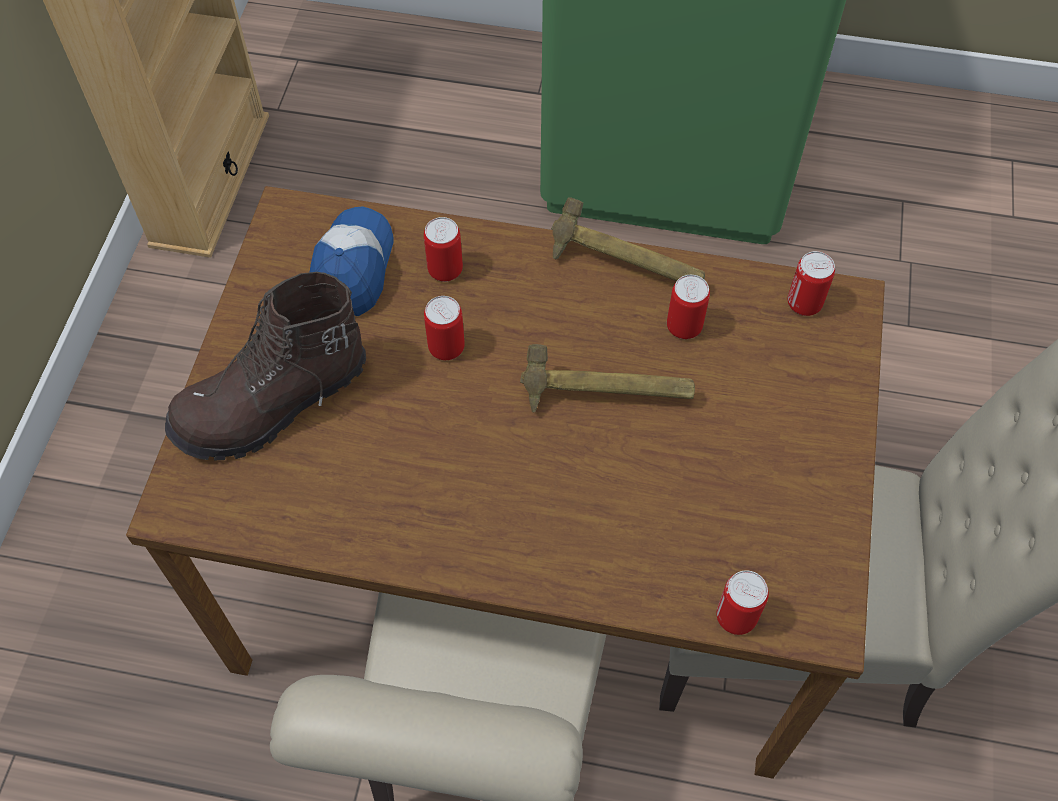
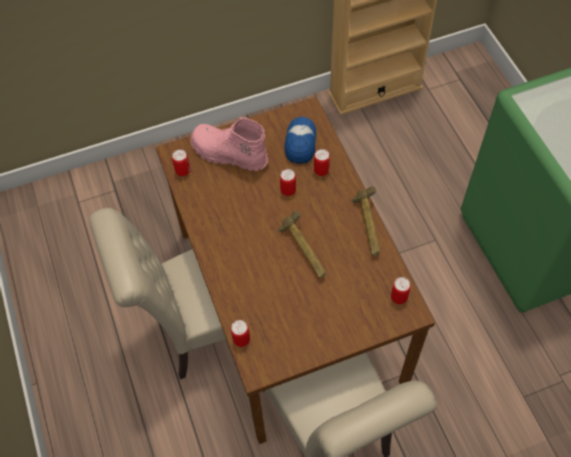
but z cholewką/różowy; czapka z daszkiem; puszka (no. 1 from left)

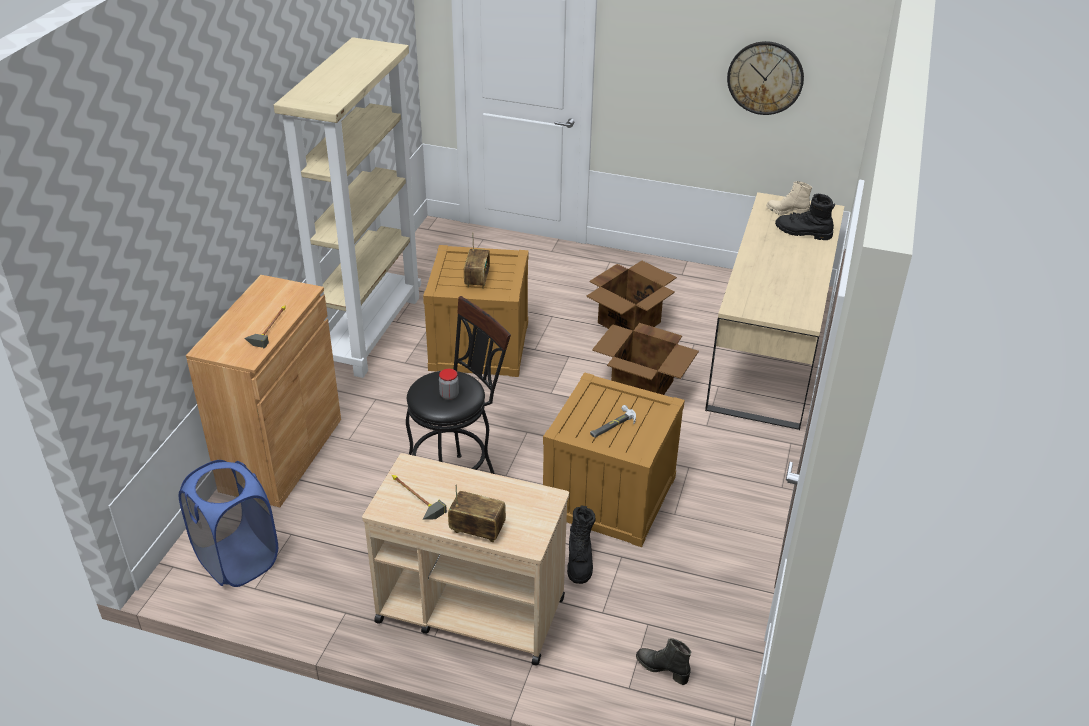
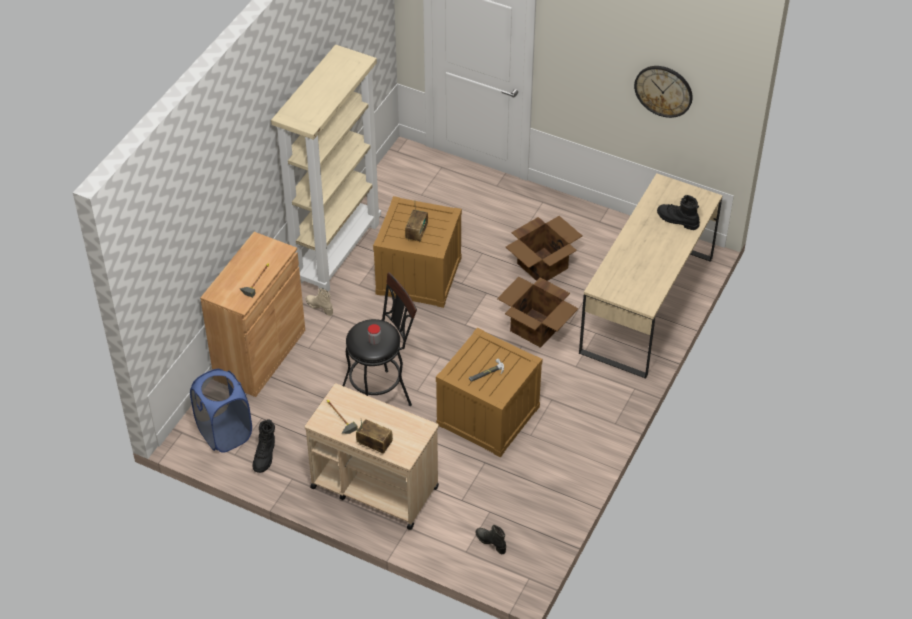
but z cholewką/czarny (no. 1 from left); but z cholewką/beżowy

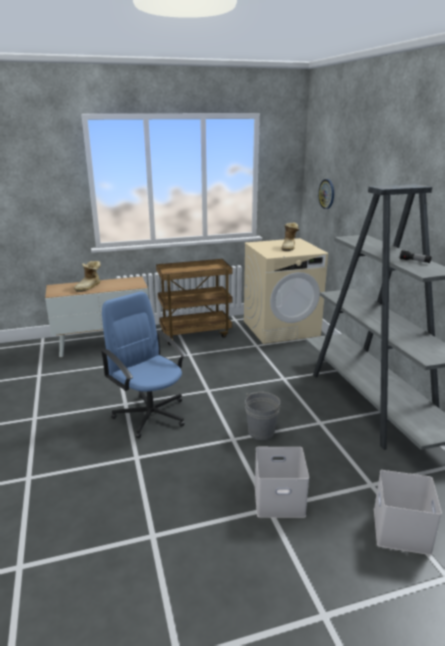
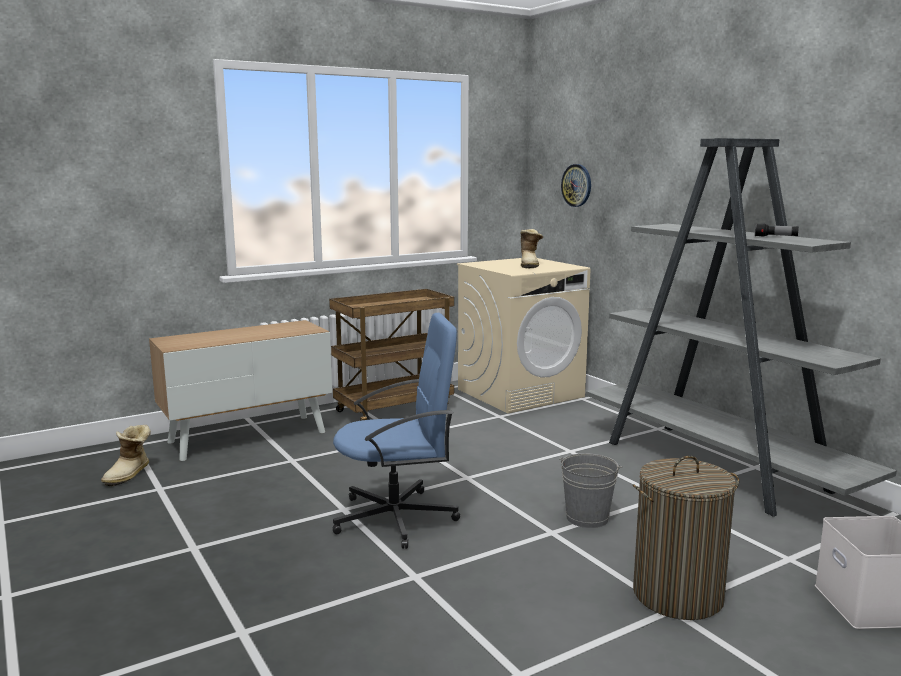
but z cholewką (no. 1 from left); krzesło biurowe/niebieski; kosz na pranie

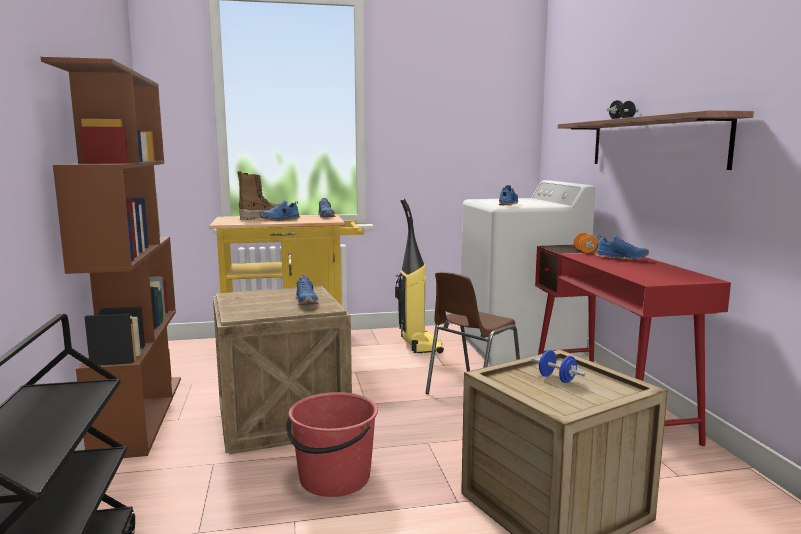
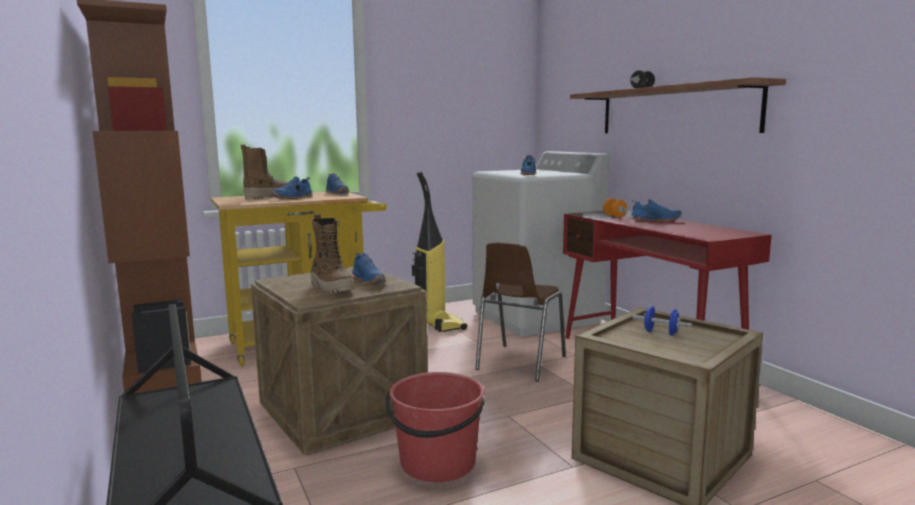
but z cholewką (no. 2 from left)

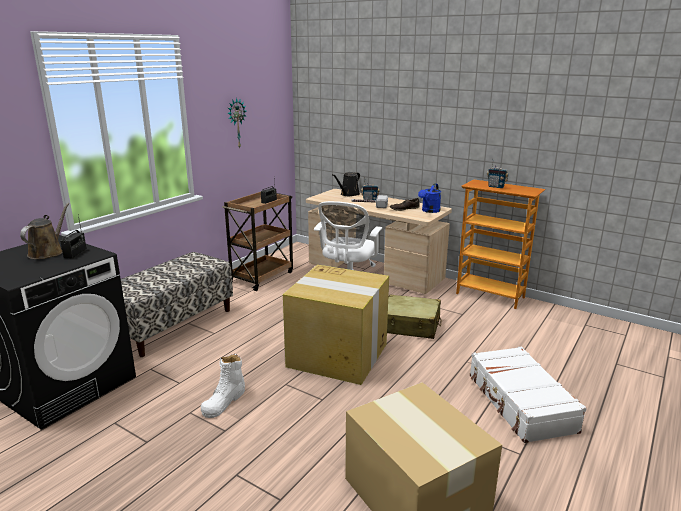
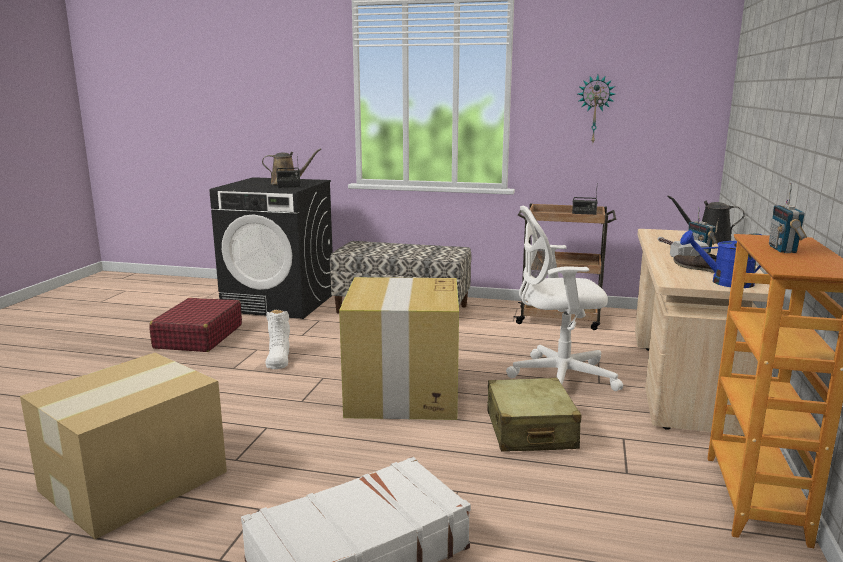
but z cholewką/biały; walizka/czerwony

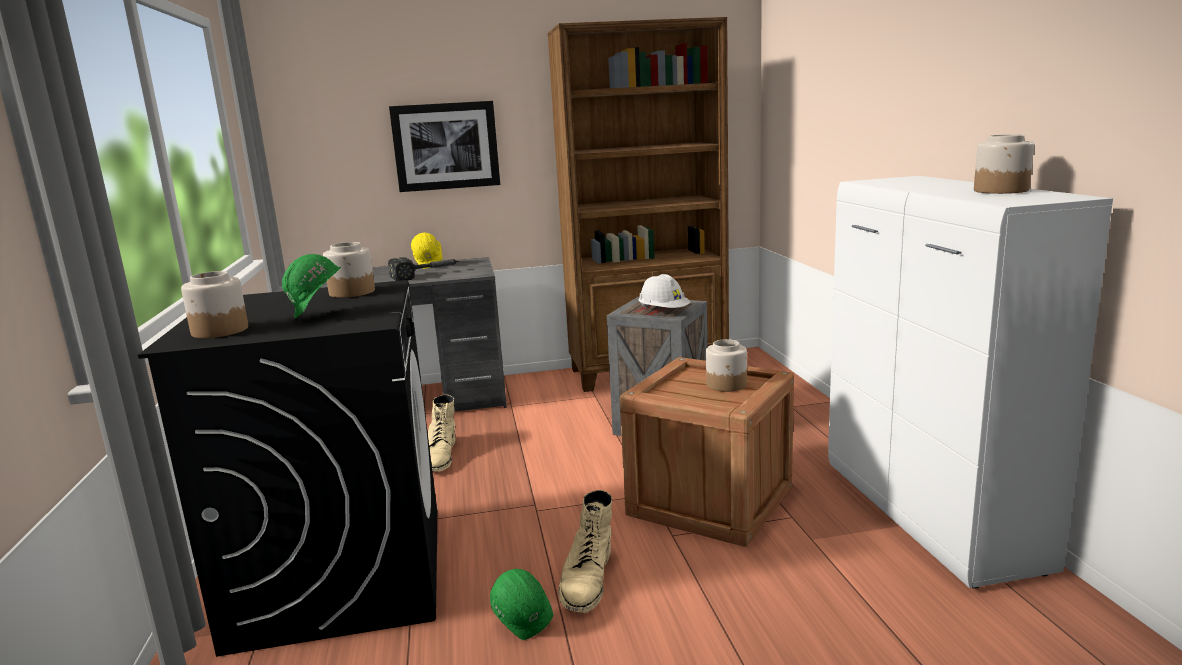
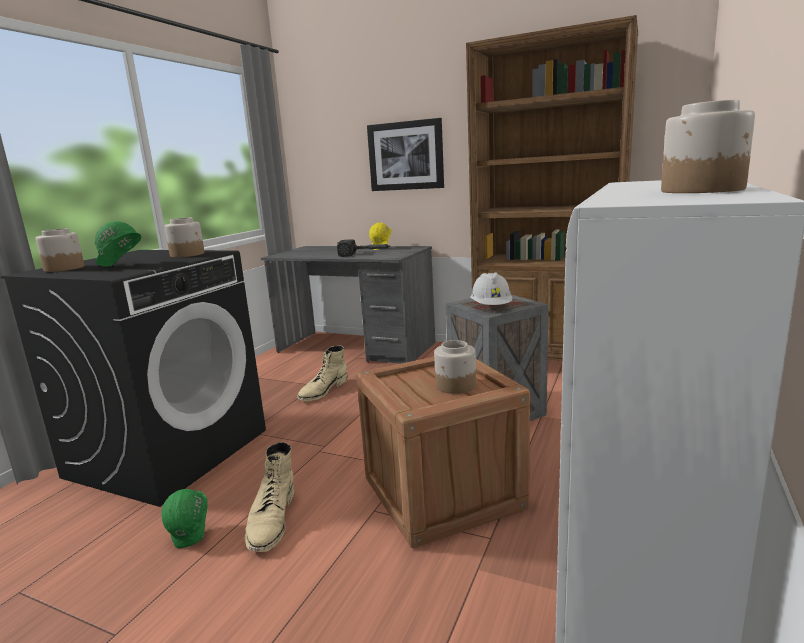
but z cholewką/beżowy (no. 1 from left)

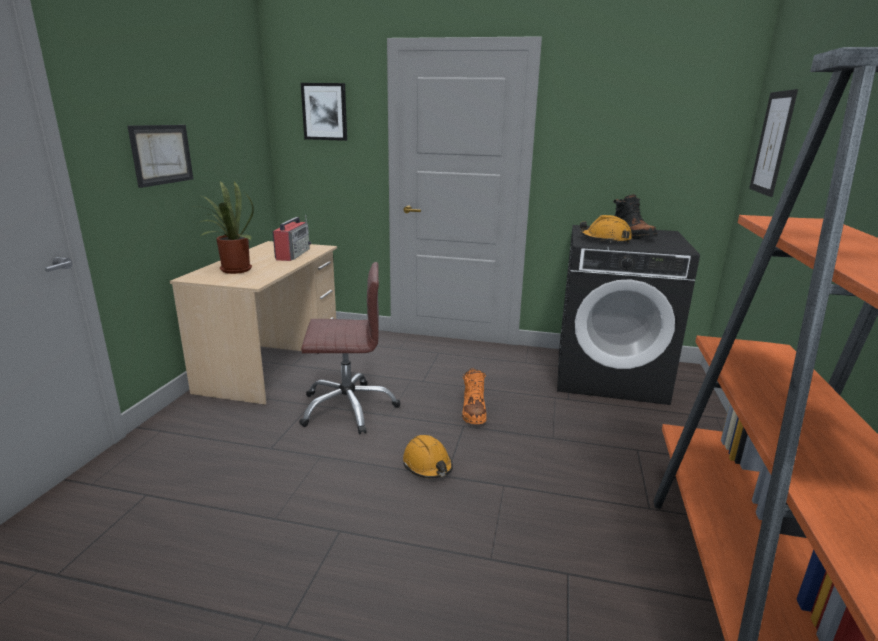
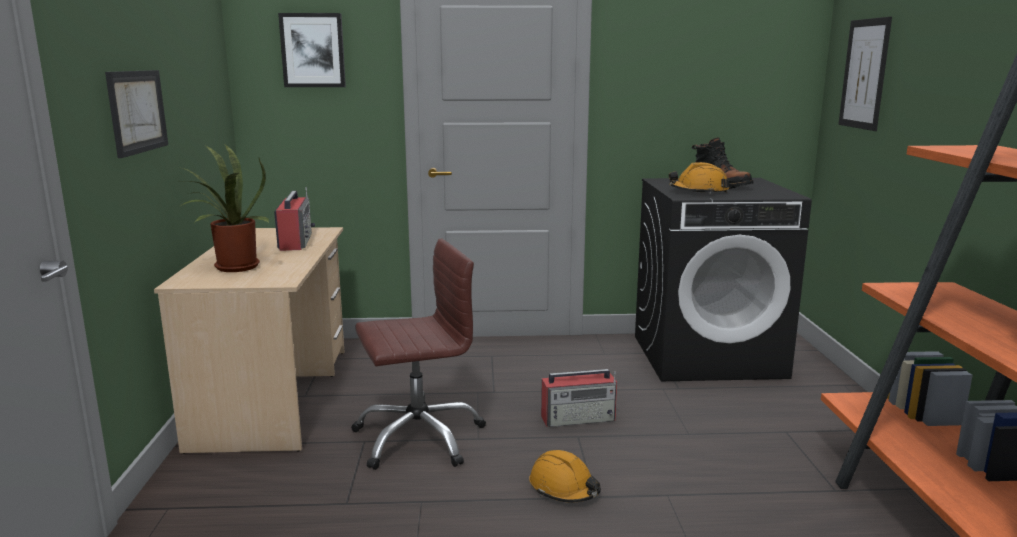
radio (no. 2 from left)

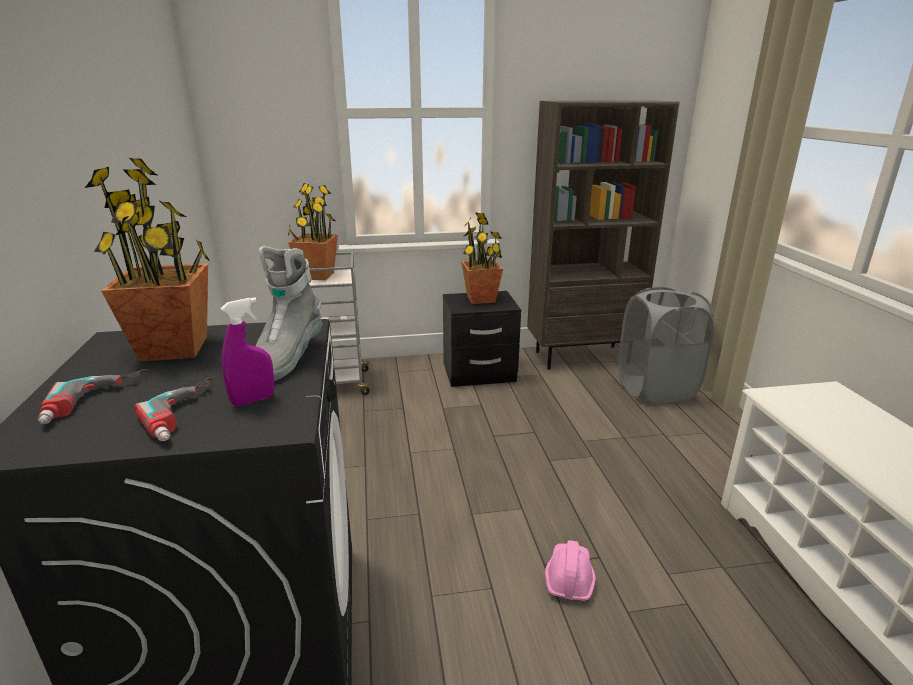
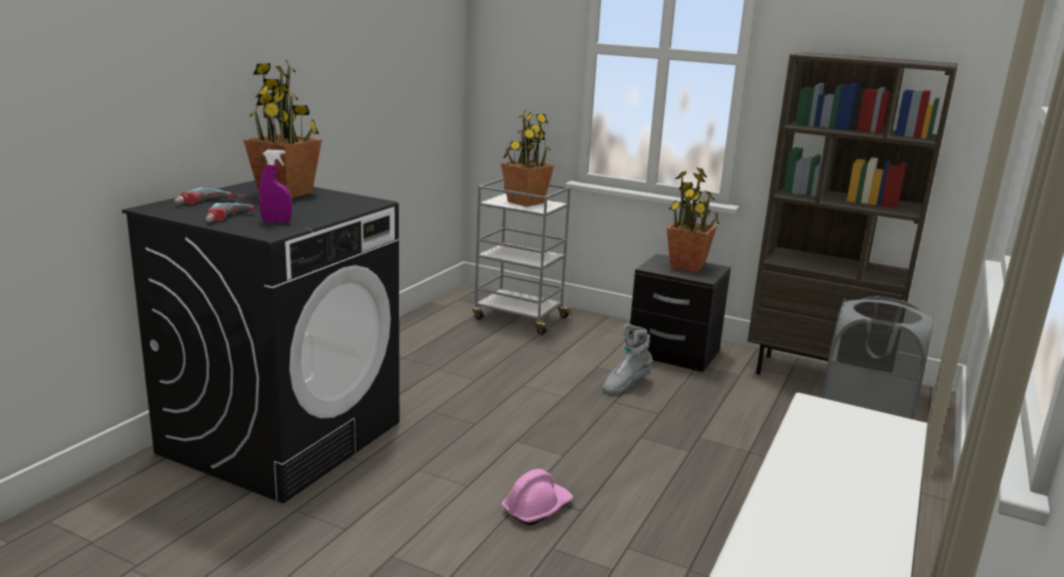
but z cholewką/szary

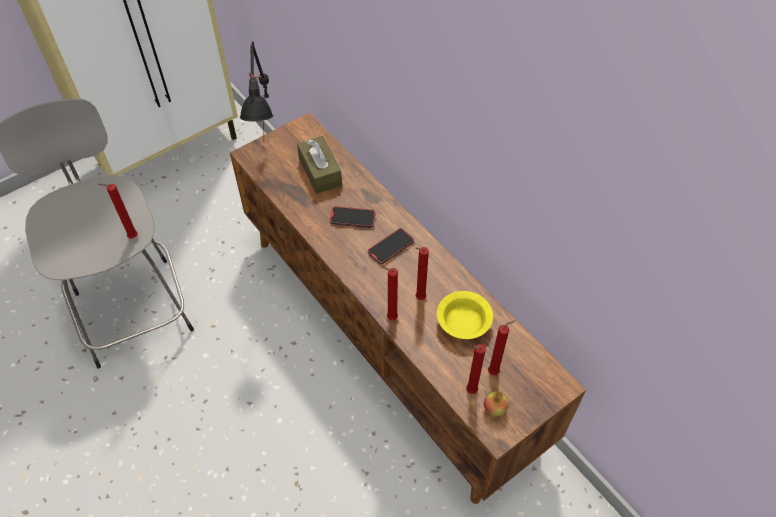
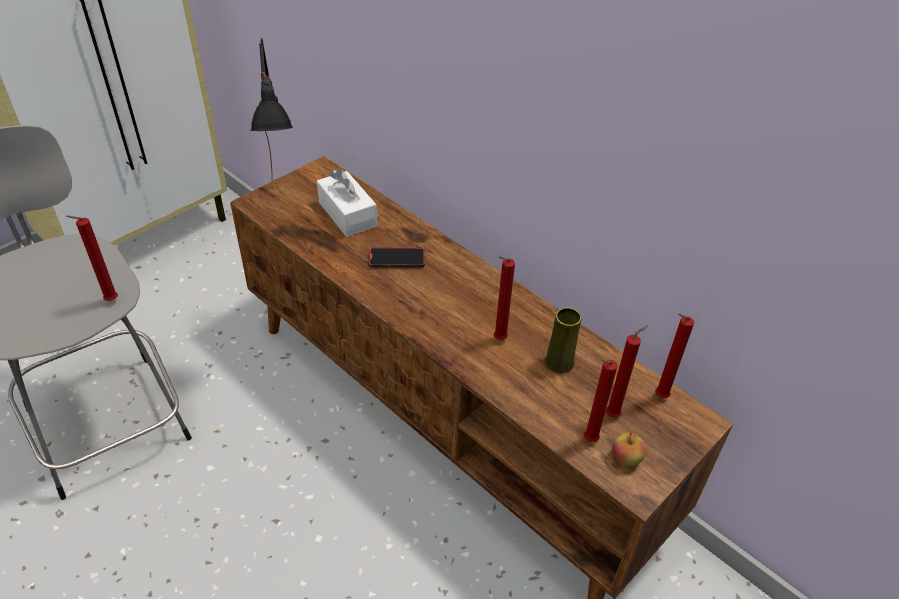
pudełko chusteczek/biały; telefon (no. 2 from left in the first image); świeca/czerwony (no. 5 from left); wazon/żółty

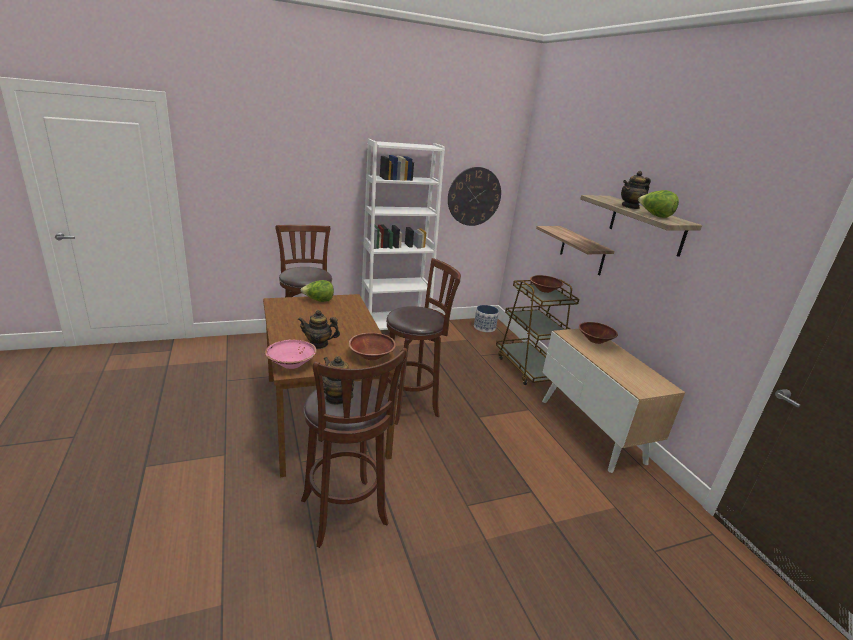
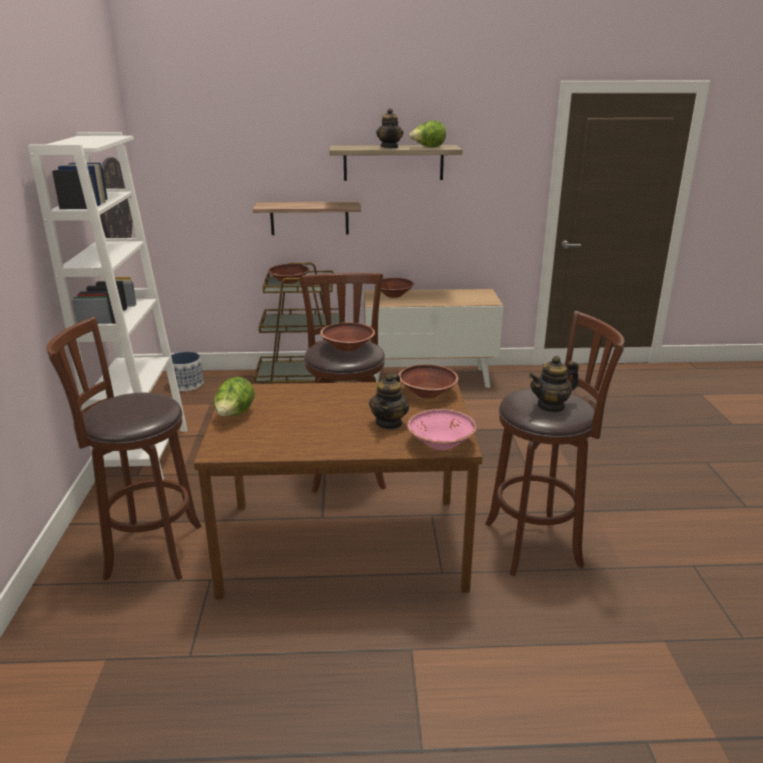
miska/brązowy (no. 2 from left)

